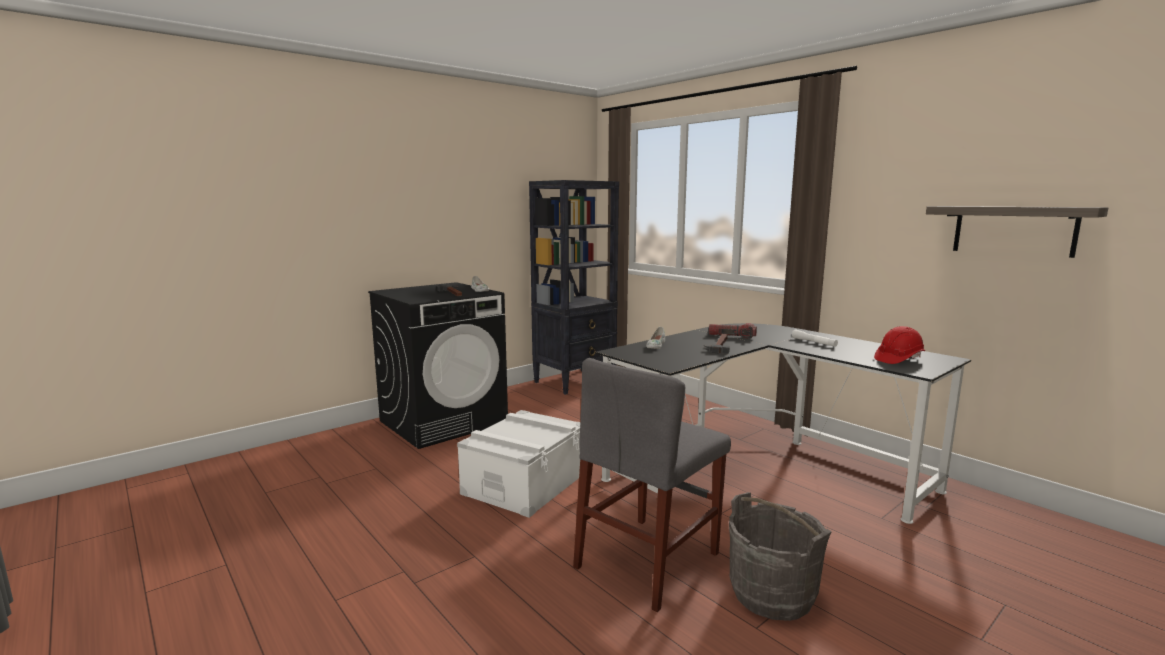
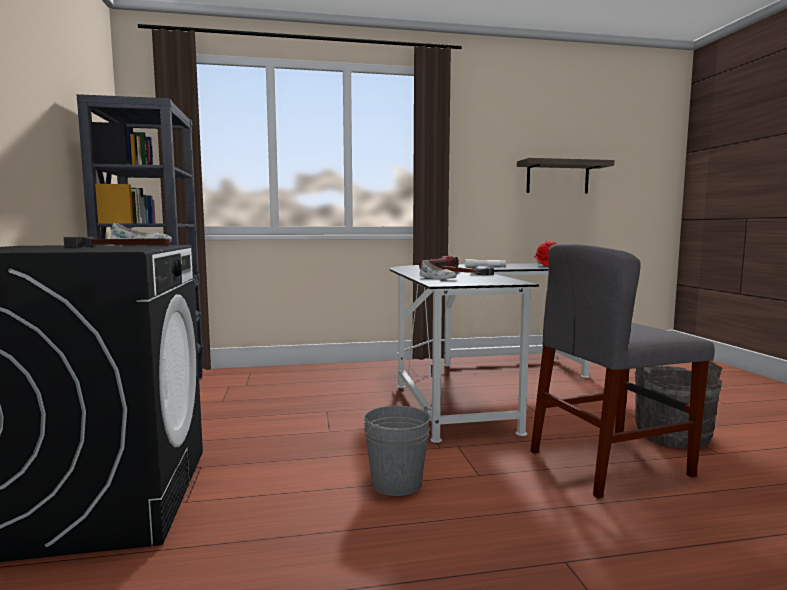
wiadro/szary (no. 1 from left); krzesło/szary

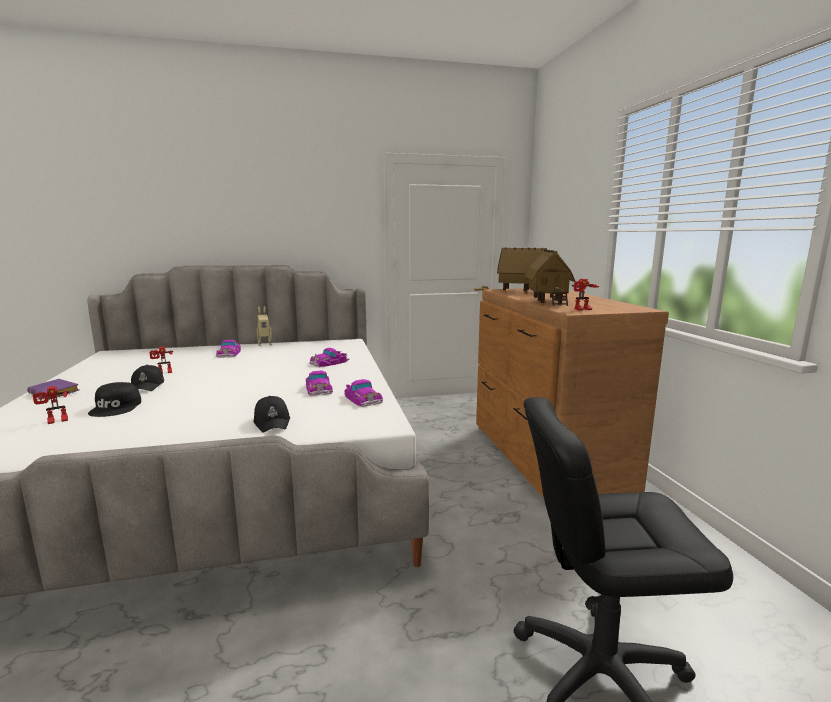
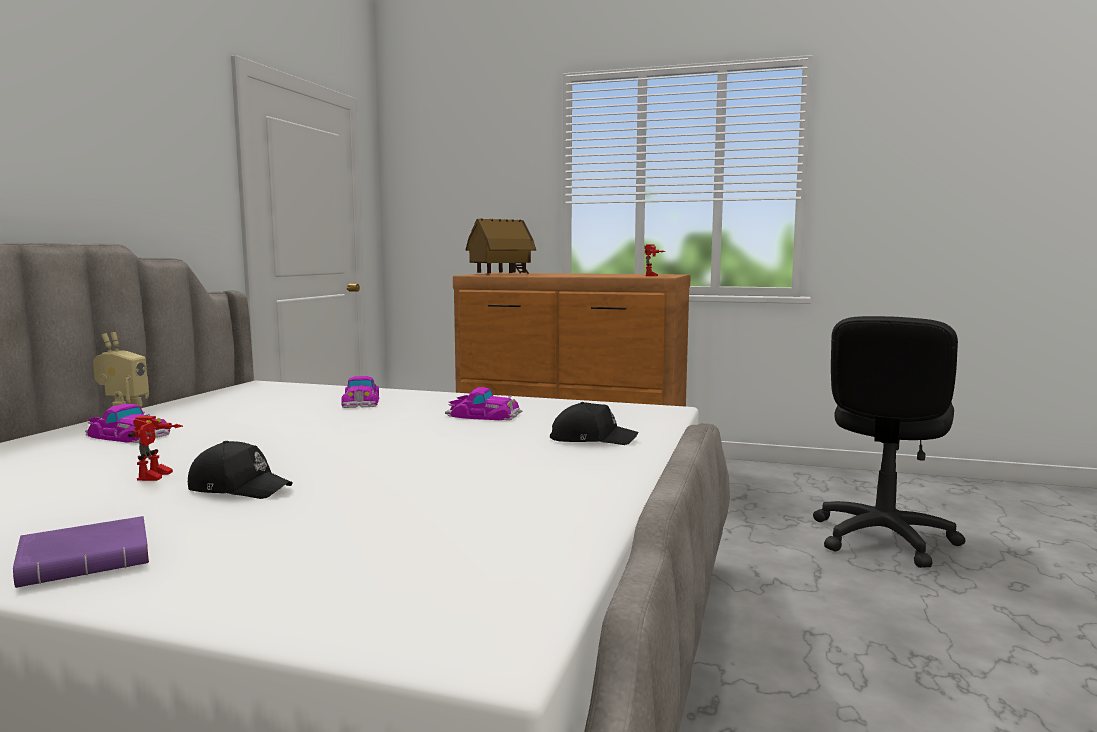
robot zabawkowy (no. 1 from left in the first image); czapka z daszkiem/czarny (no. 1 from left in the first image); samochodzik (no. 4 from left in the first image); domek (no. 2 from left in the first image)

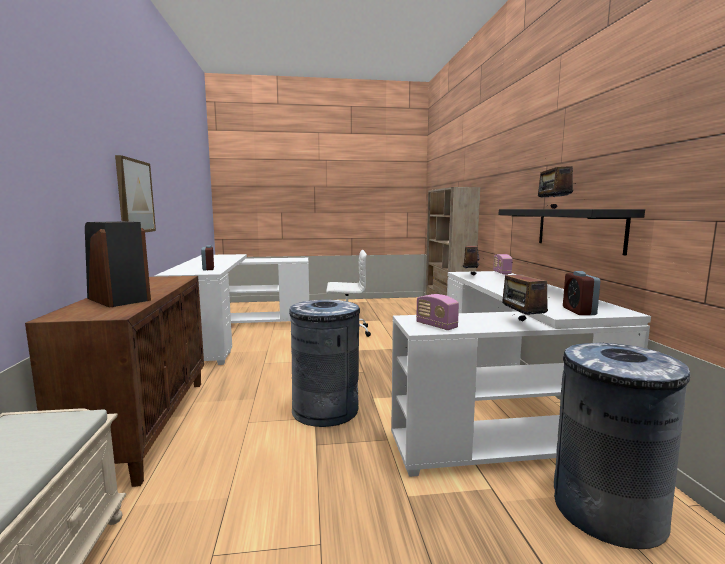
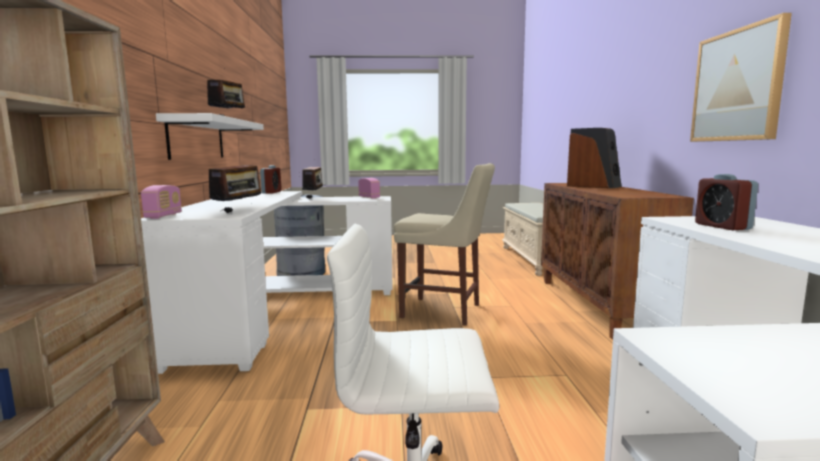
krzesło/beżowy; półka/biały

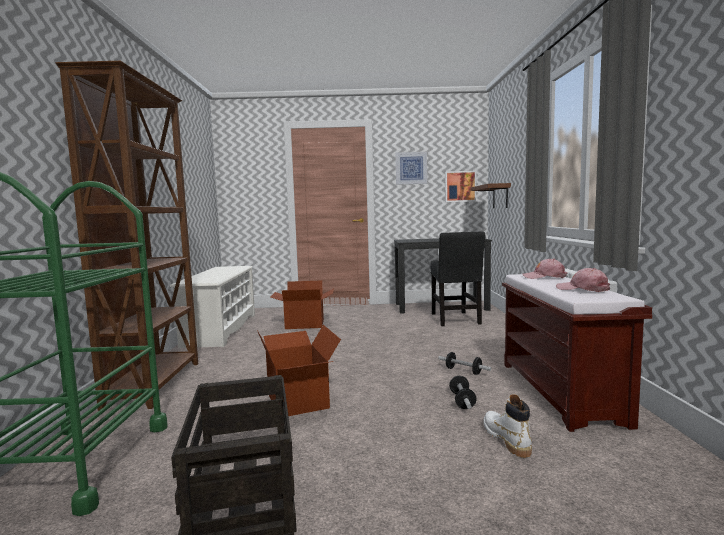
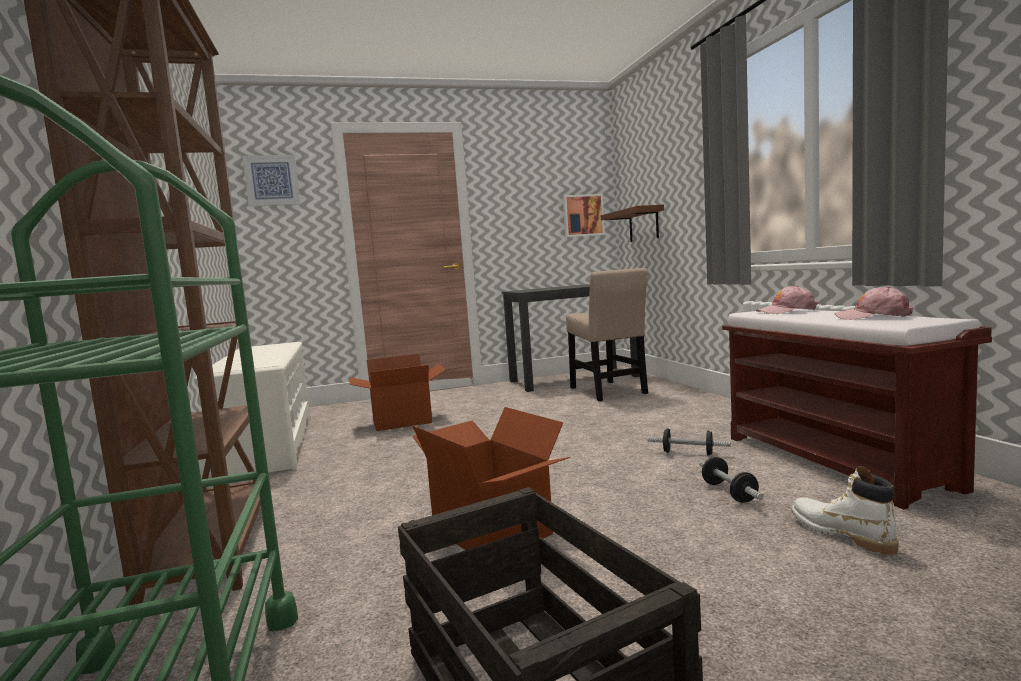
obraz (no. 1 from left); krzesło/beżowy

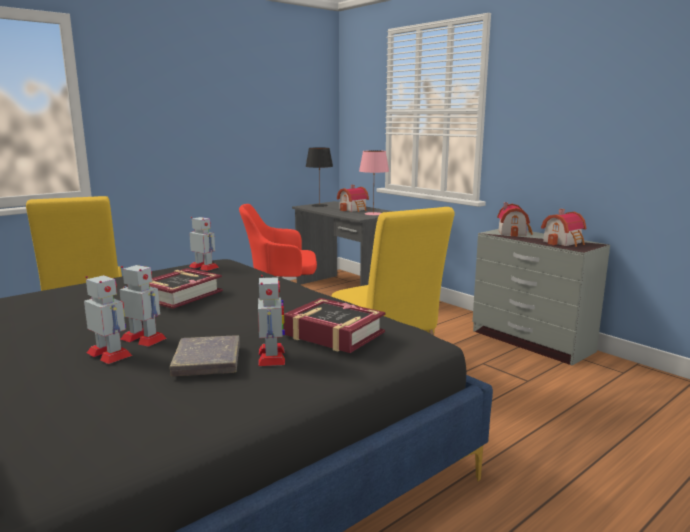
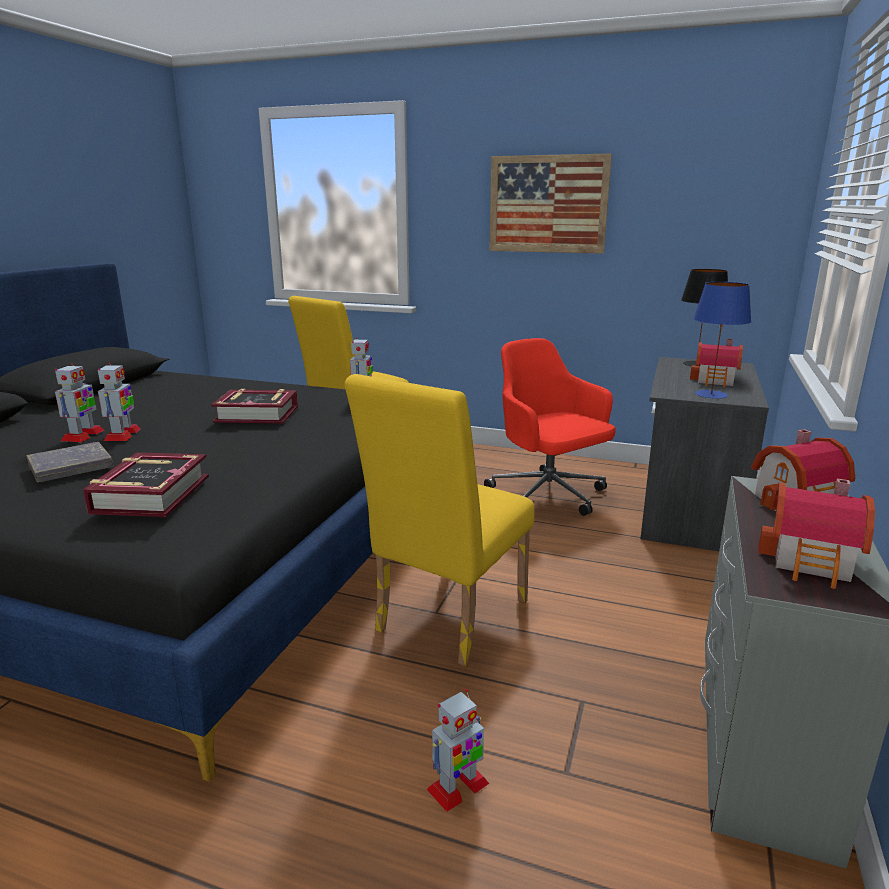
robot zabawkowy (no. 4 from left); lampa stołowa/niebieski; obraz

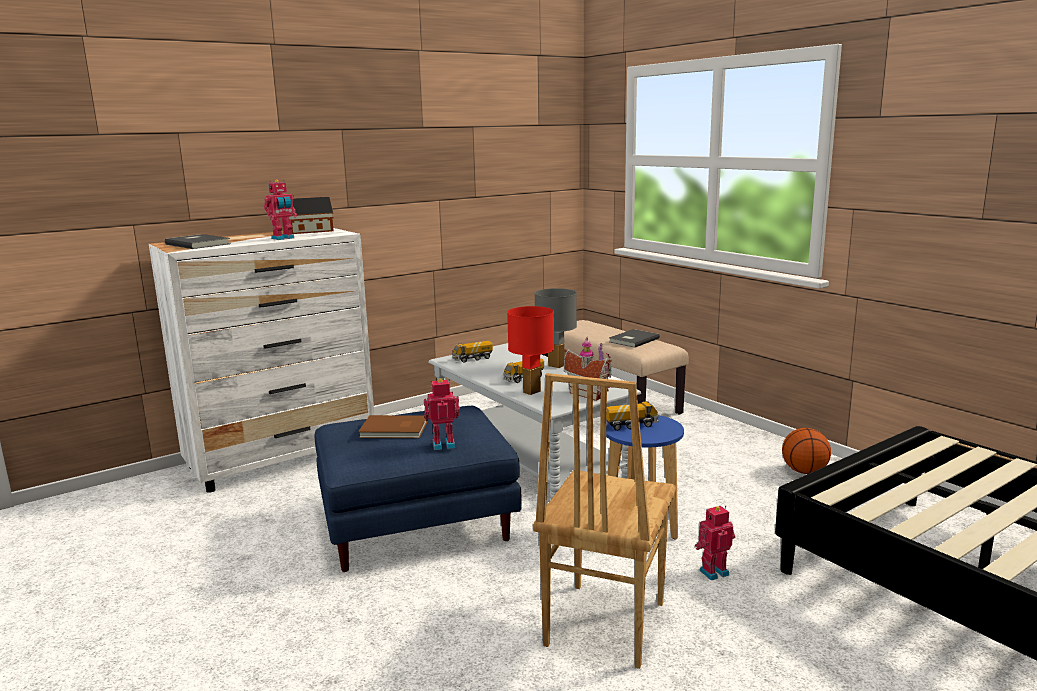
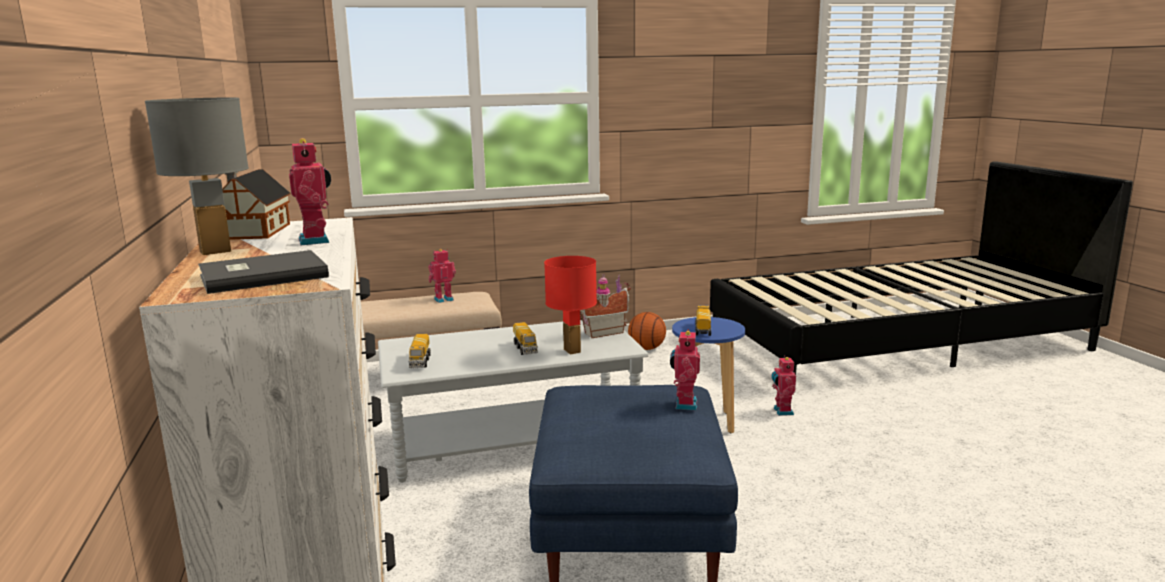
książka/brązowy; krzesło/brązowy; lampa stołowa/szary; robot zabawkowy (no. 2 from left)

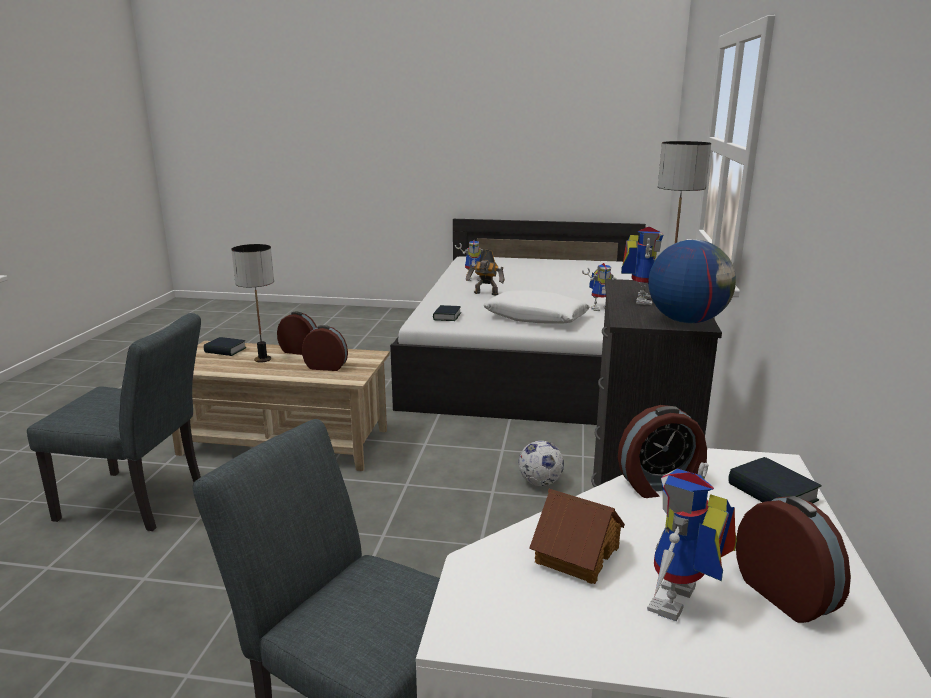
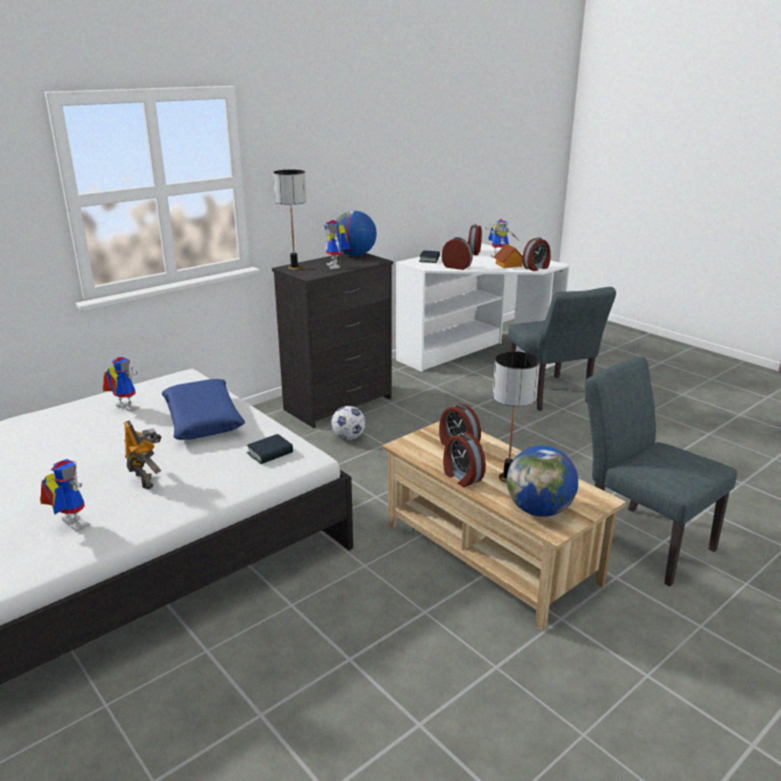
globus (no. 2 from left); poduszka/niebieski; robot zabawkowy (no. 4 from left); budzik (no. 5 from left)

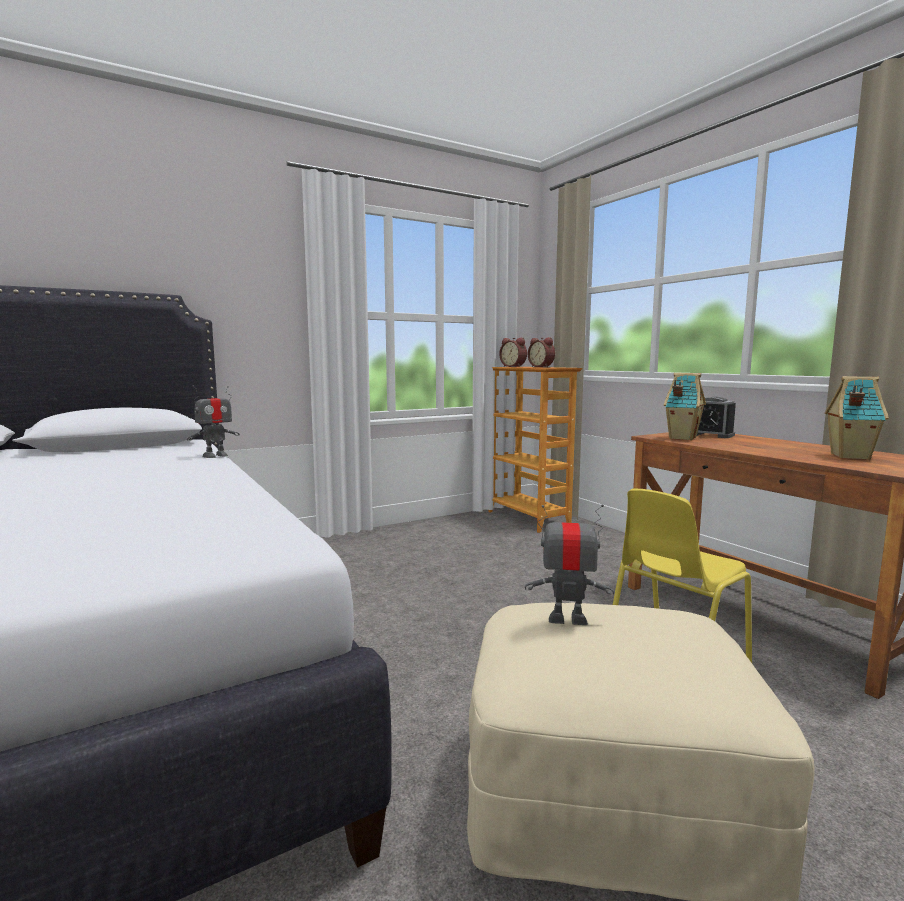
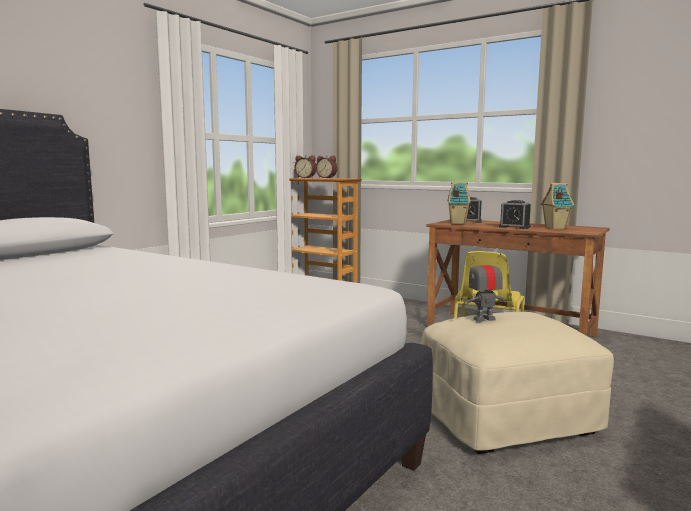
robot zabawkowy (no. 1 from left in the first image); budzik (no. 4 from left)

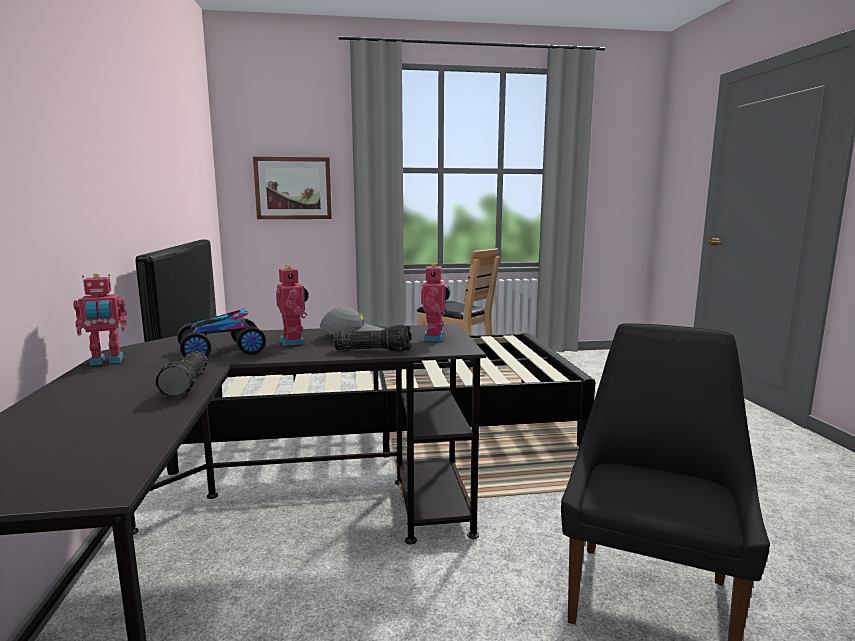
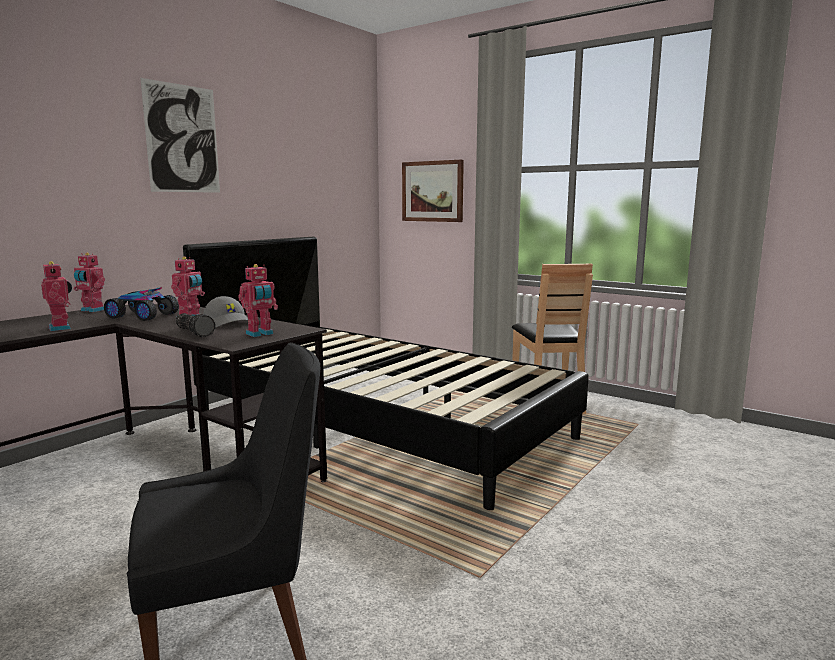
robot zabawkowy (no. 1 from left); obraz (no. 1 from left)

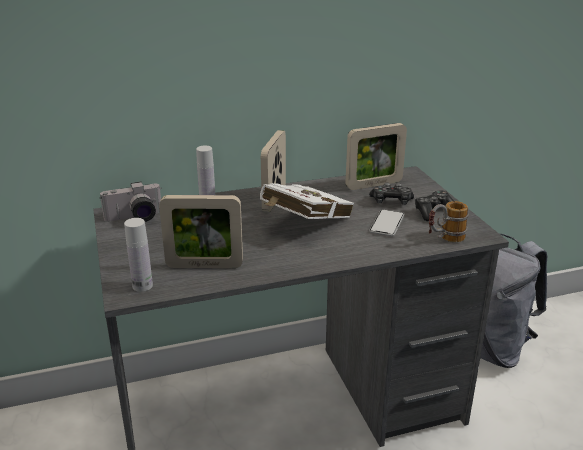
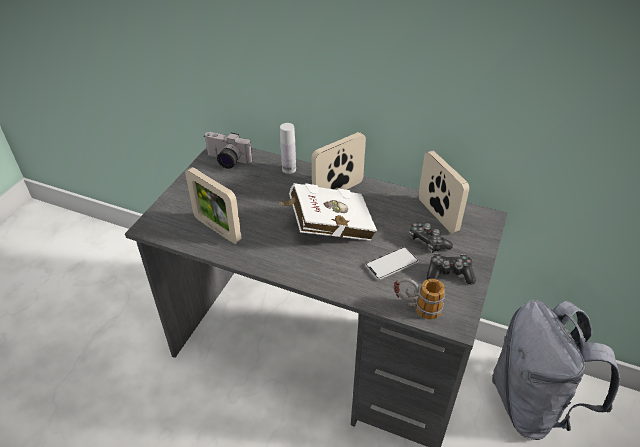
butelka/biały (no. 1 from left in the first image); ramka na zdjęcie (no. 3 from left)

